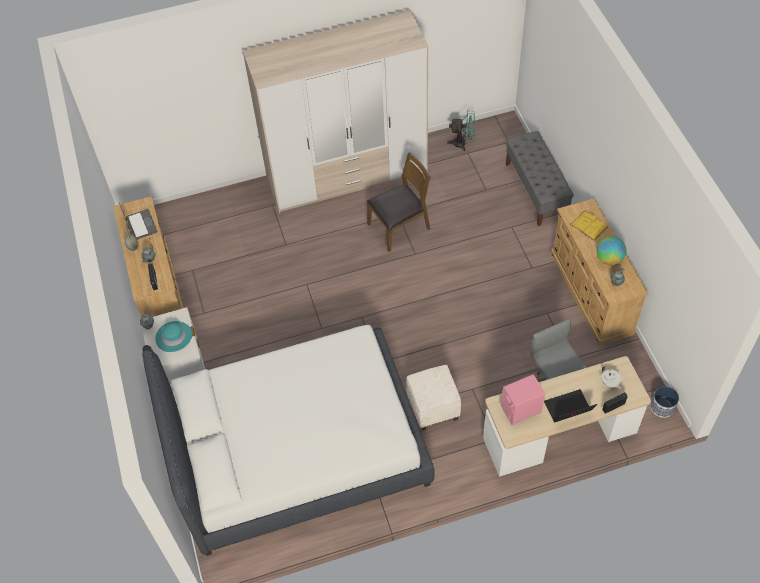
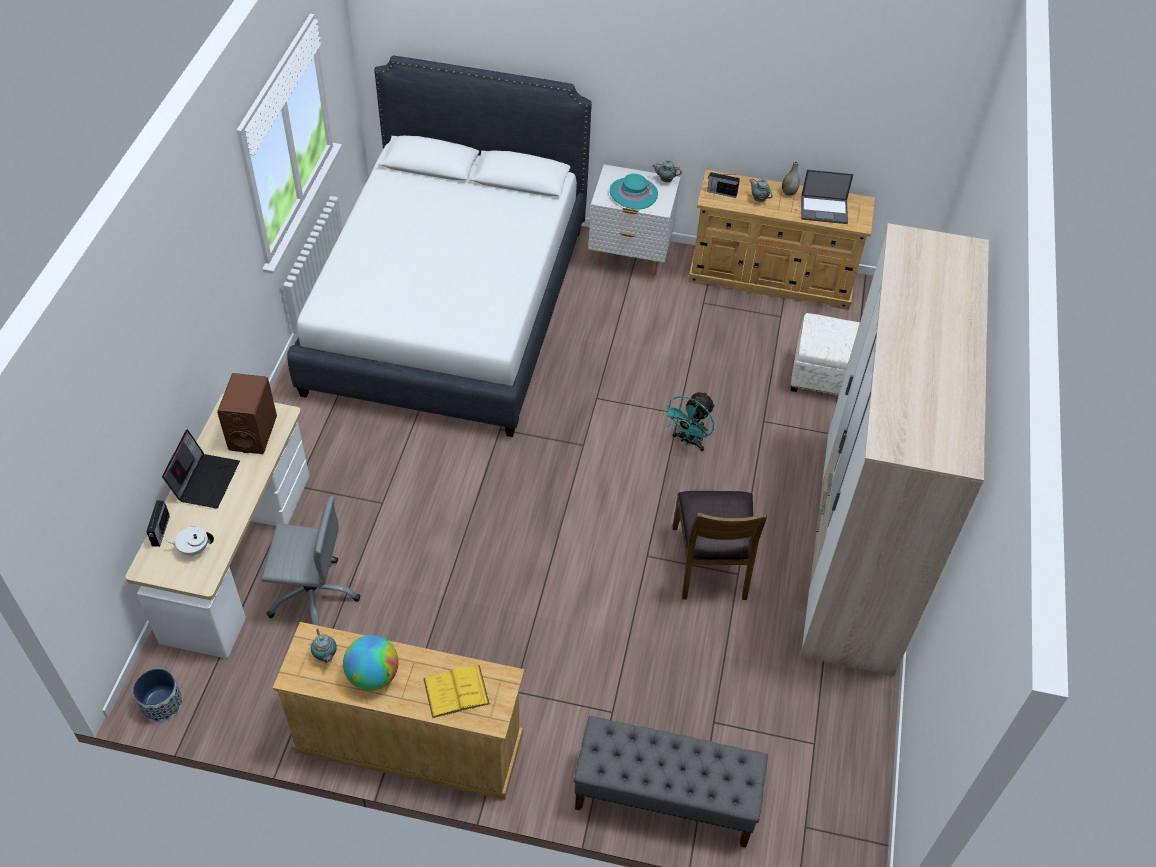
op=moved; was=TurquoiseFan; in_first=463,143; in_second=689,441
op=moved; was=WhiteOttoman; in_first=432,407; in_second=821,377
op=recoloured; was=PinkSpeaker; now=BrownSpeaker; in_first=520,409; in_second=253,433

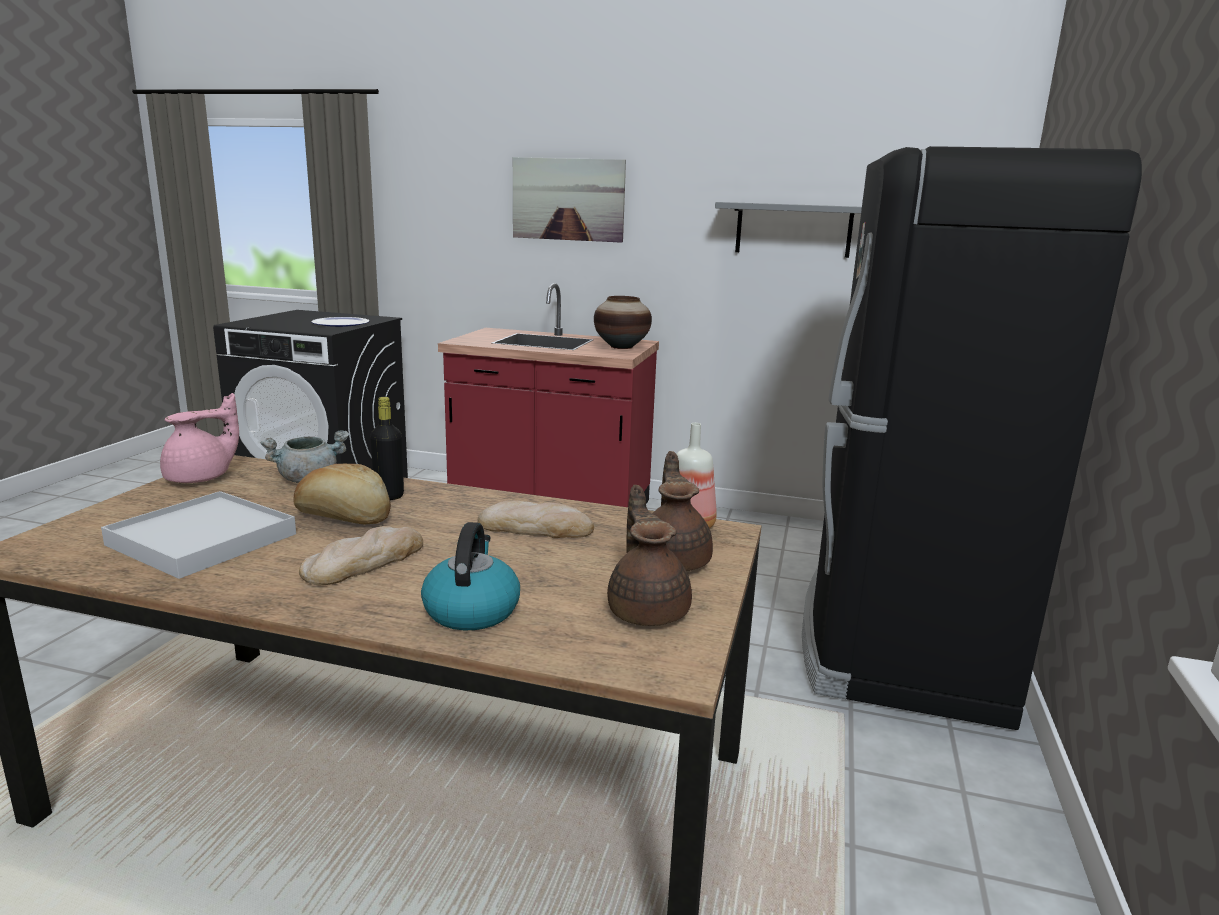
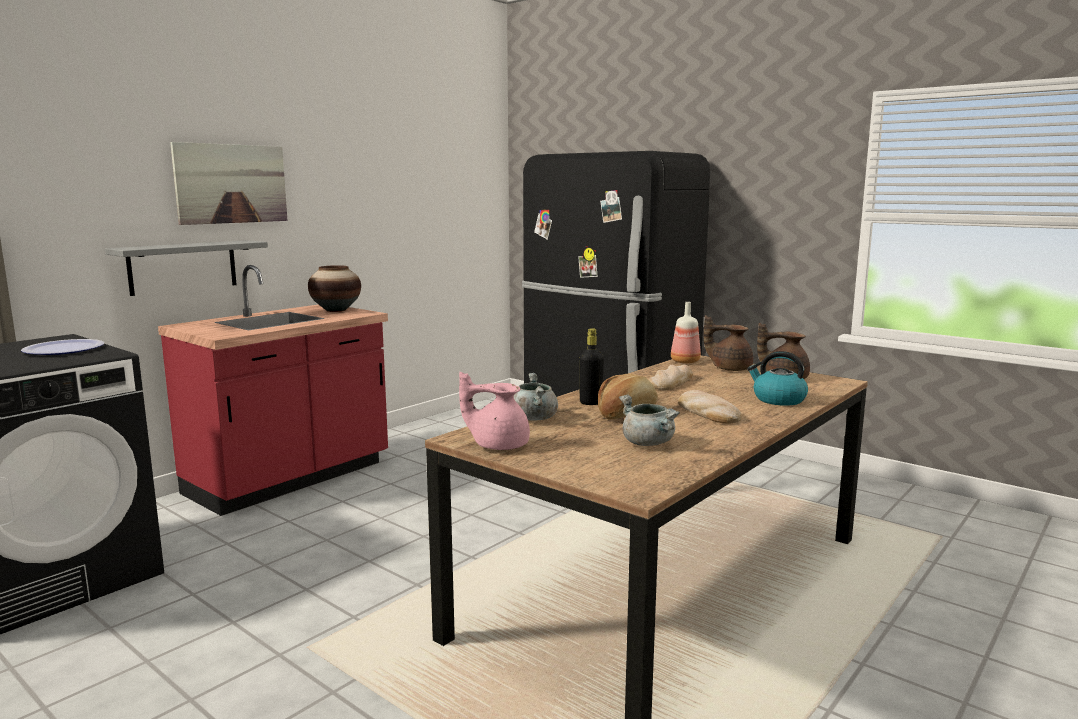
op=moved; was=GreyShelf; in_first=793,230; in_second=183,267
op=turned; was=PinkTeapot; in_first=201,478; in_second=498,445; clockwise=-60
op=replaced; was=WhiteTray; now=GreyCookingPot; in_first=202,540; in_second=648,443

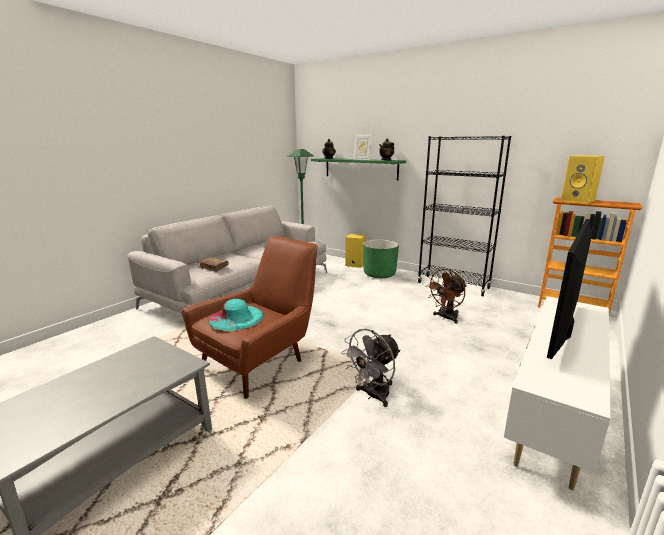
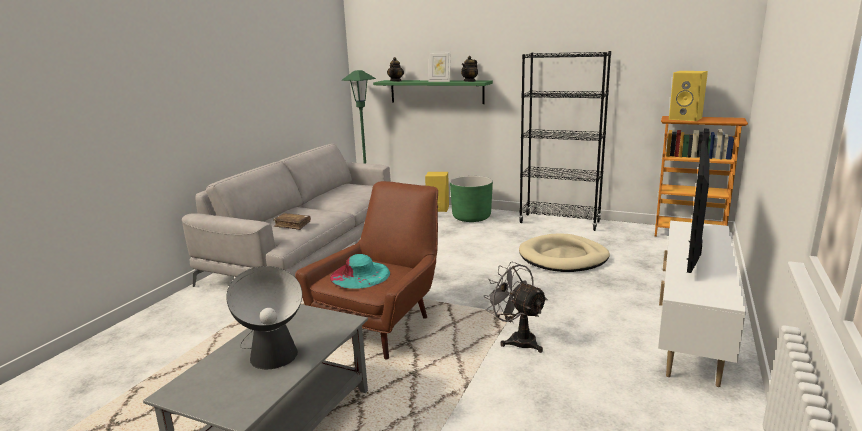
op=replaced; was=BrownFan; now=BeigeDogBed; in_first=446,318; in_second=563,257
op=turned; was=GreyFan; in_first=373,396; in_second=517,339; clockwise=105
op=added; now=TableLamp; in_second=271,351

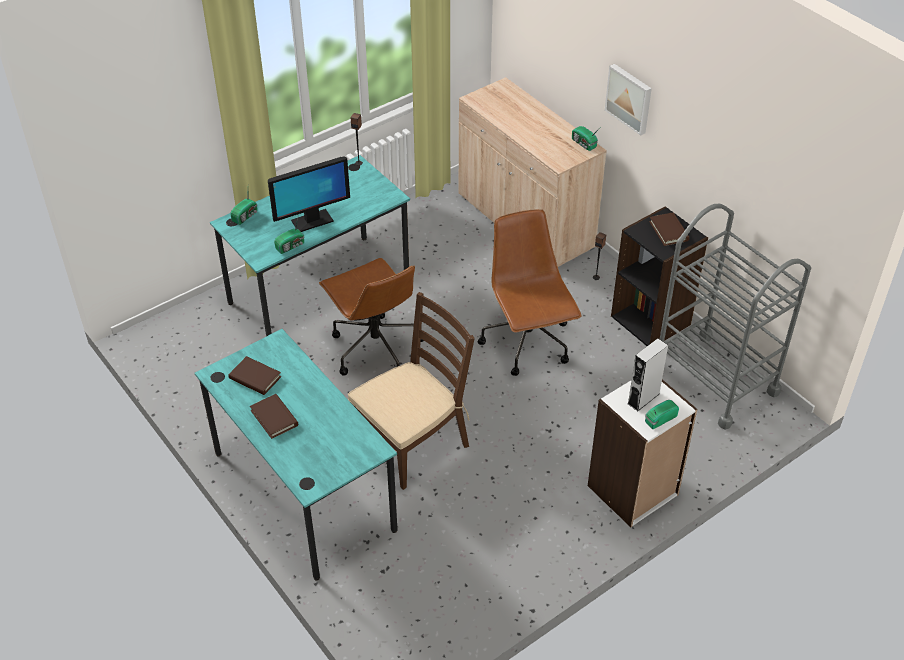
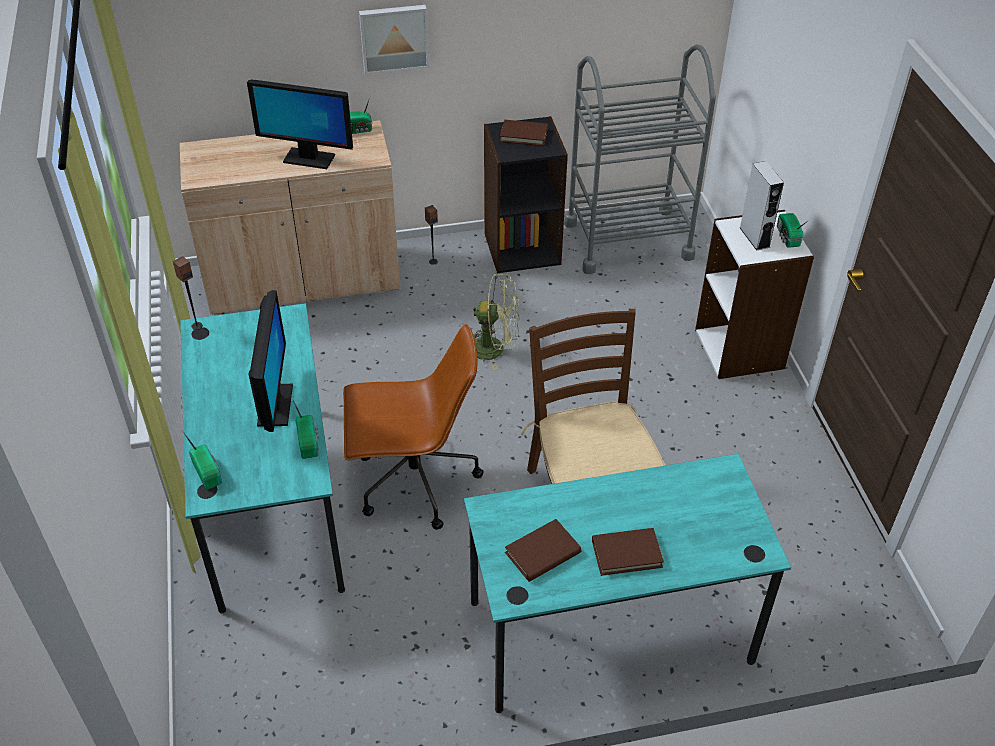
op=replaced; was=BrownOfficeChair; now=GreenFan; in_first=528,344; in_second=495,348
op=added; now=Monitor; in_second=308,159

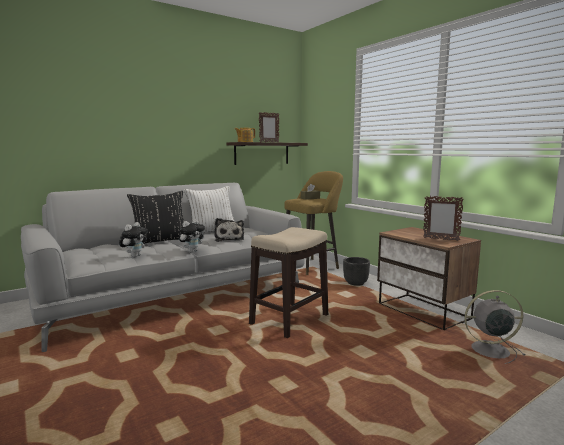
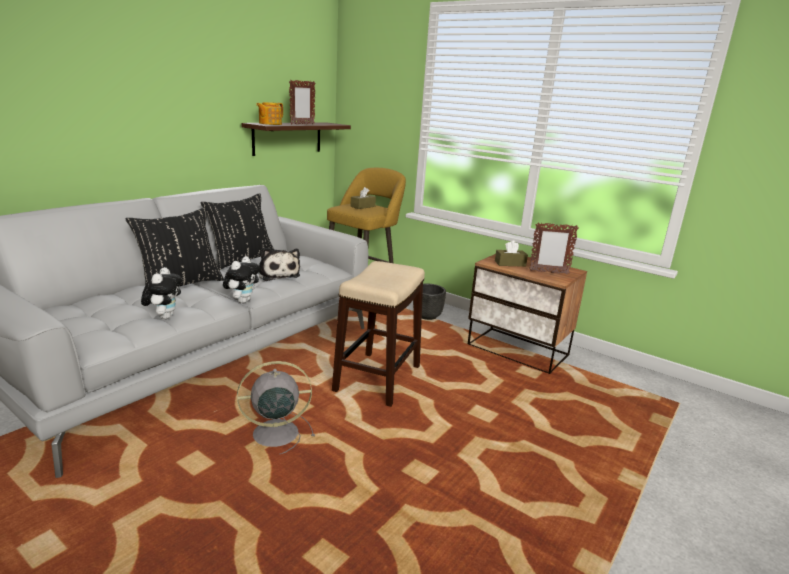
op=recoloured; was=WhitePillow; now=BlackPillow; in_first=212,231; in_second=241,260
op=moved; was=GreyFan; in_first=488,350; in_second=273,434
op=added; now=BrownTissueBox; in_second=510,263

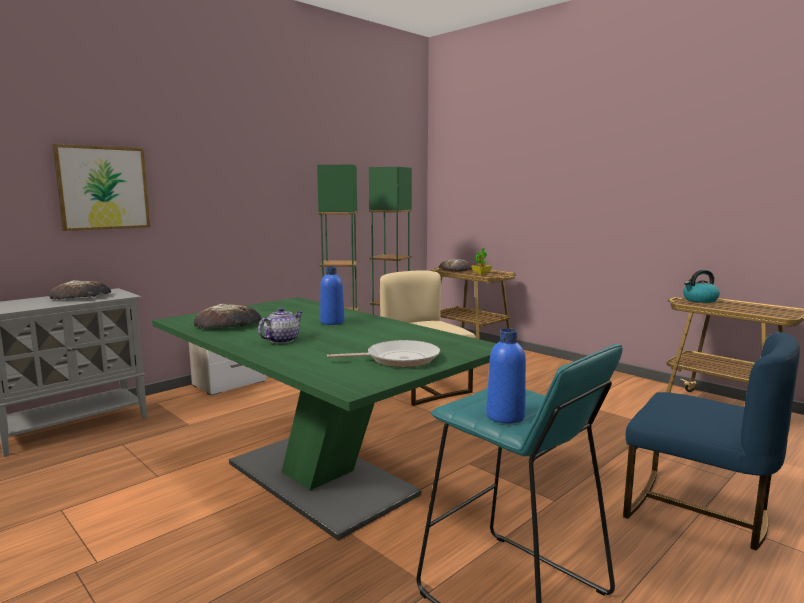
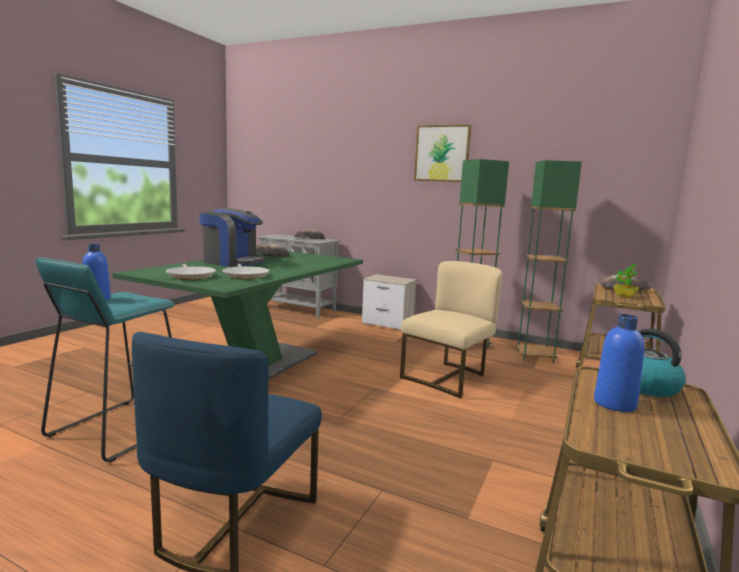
op=moved; was=Picture; in_first=103,188; in_second=442,153
op=moved; was=BlueBottle; in_first=332,322; in_second=614,404
op=replaced; was=Teapot; now=CoffeeMachine; in_first=281,340; in_second=232,262
op=added; now=FryingPan; in_second=245,275

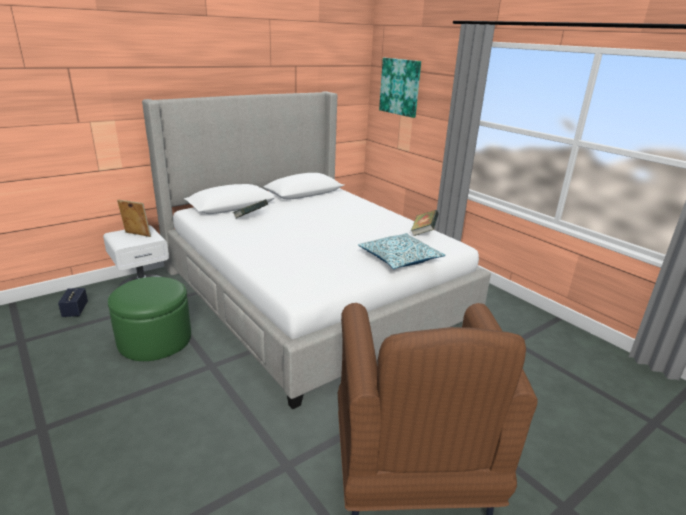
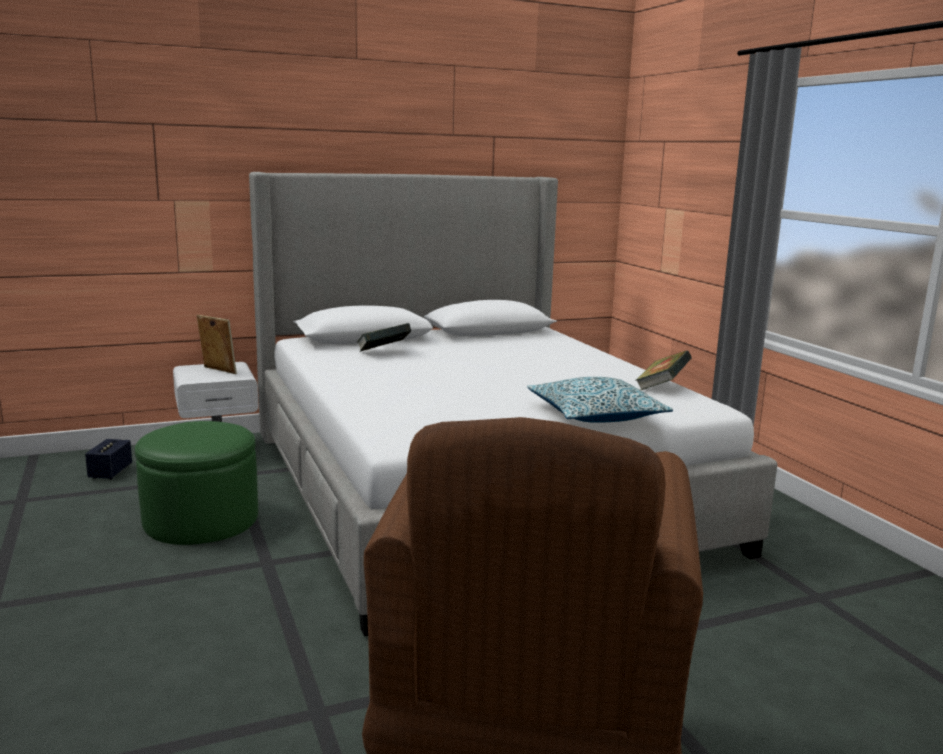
op=removed; was=Picture; in_first=400,87

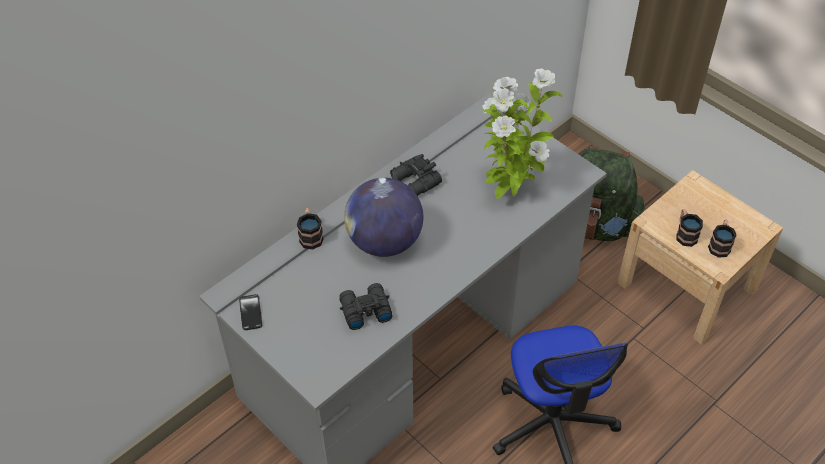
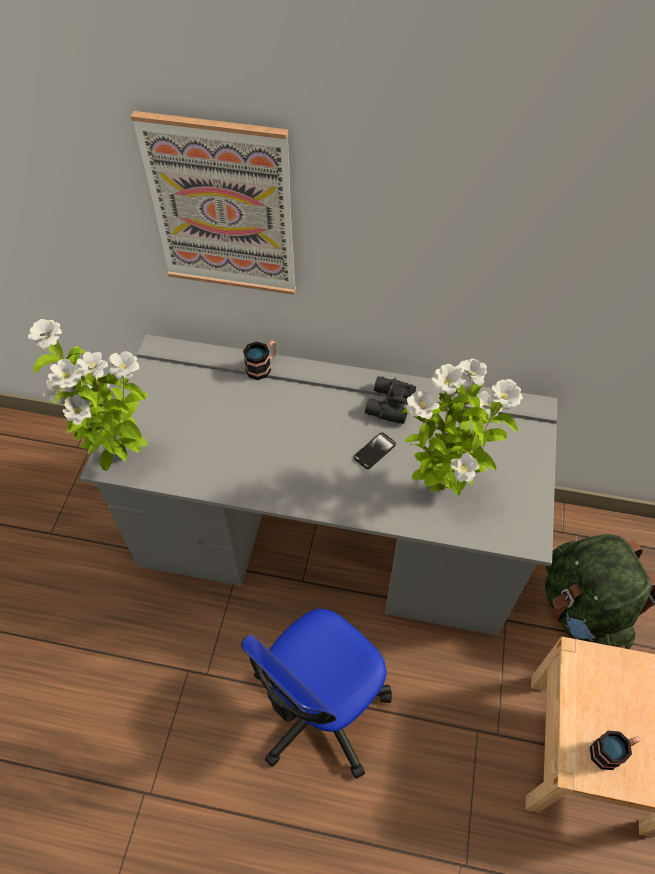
op=removed; was=Globe; in_first=384,242
op=removed; was=Mug; in_first=685,234
op=removed; was=BlackBinoculars; in_first=364,310
op=moved; was=Phone; in_first=250,313; in_second=374,451
op=added; now=Picture; in_second=222,208
op=added; now=PottedPlant; in_second=119,456

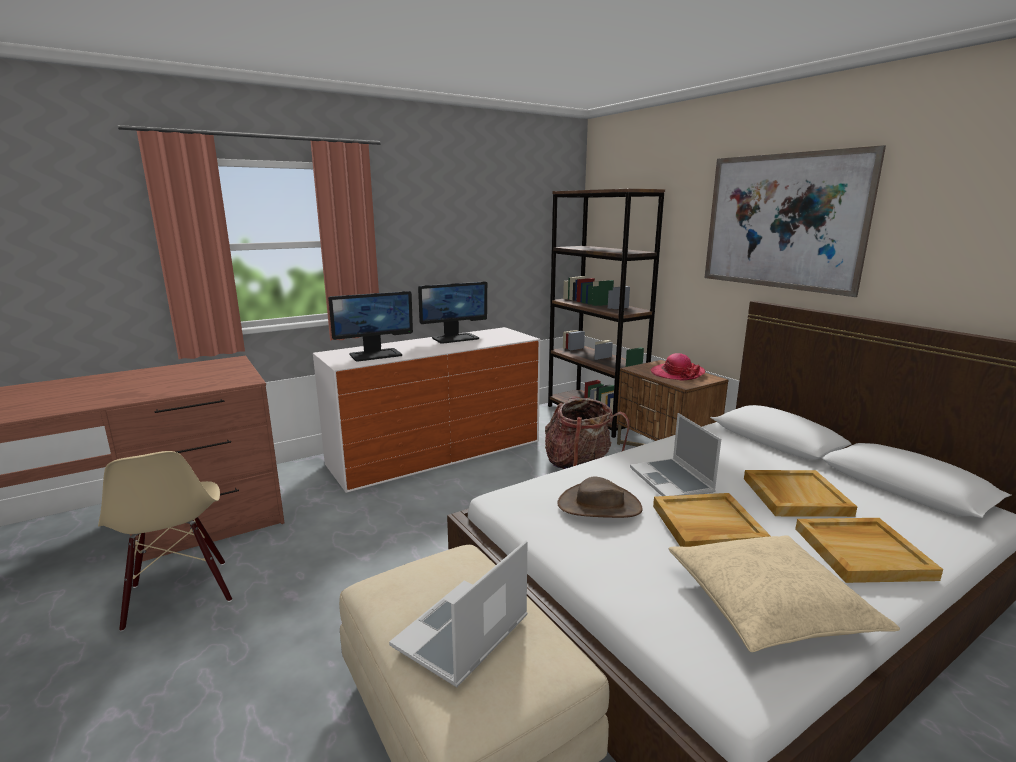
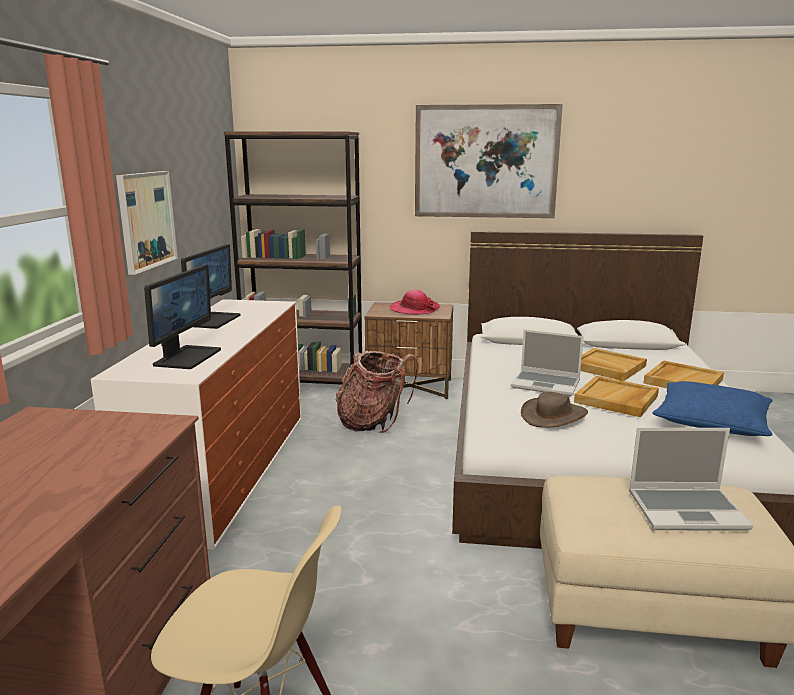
op=recoloured; was=BeigePillow; now=BluePillow; in_first=768,605; in_second=711,421
op=turned; was=Laptop; in_first=461,634; in_second=687,510; clockwise=-75
op=added; now=Picture; in_second=146,220

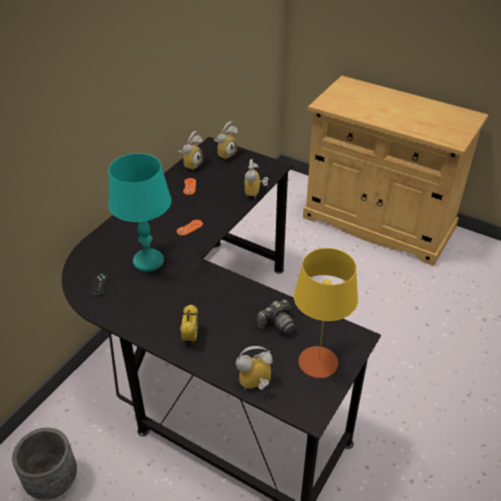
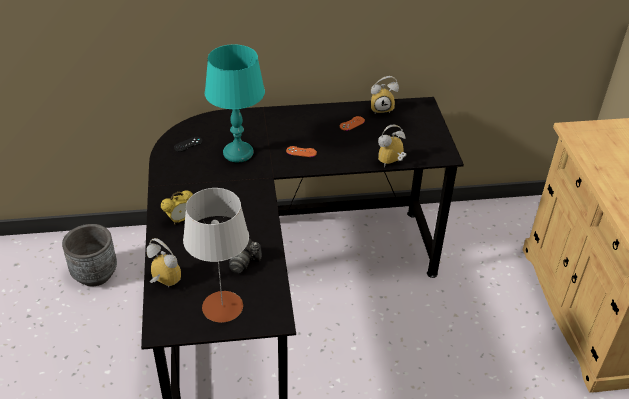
op=removed; was=AlarmClock; in_first=225,154
op=recoloured; was=YellowTableLamp; now=GreyTableLamp; in_first=318,362; in_second=222,307

